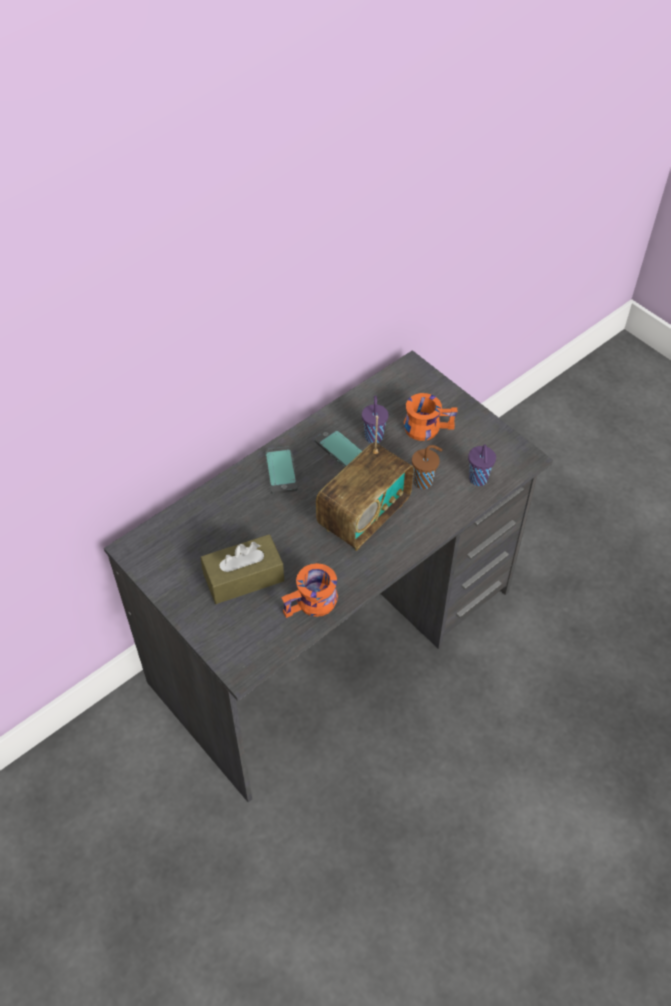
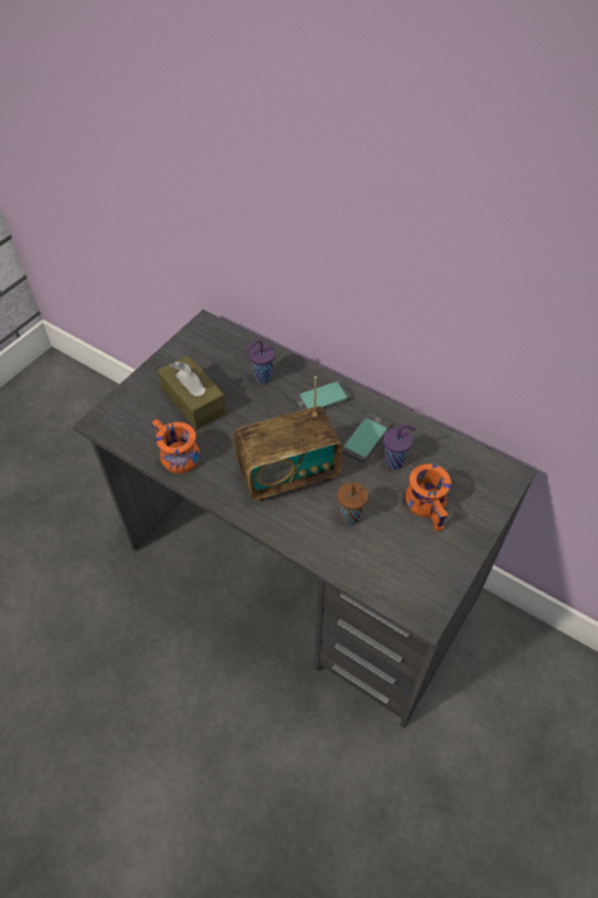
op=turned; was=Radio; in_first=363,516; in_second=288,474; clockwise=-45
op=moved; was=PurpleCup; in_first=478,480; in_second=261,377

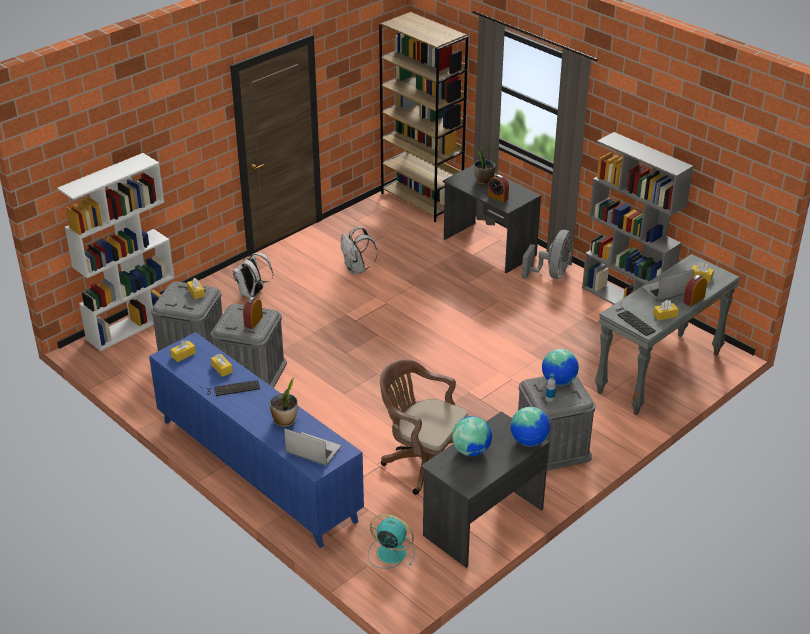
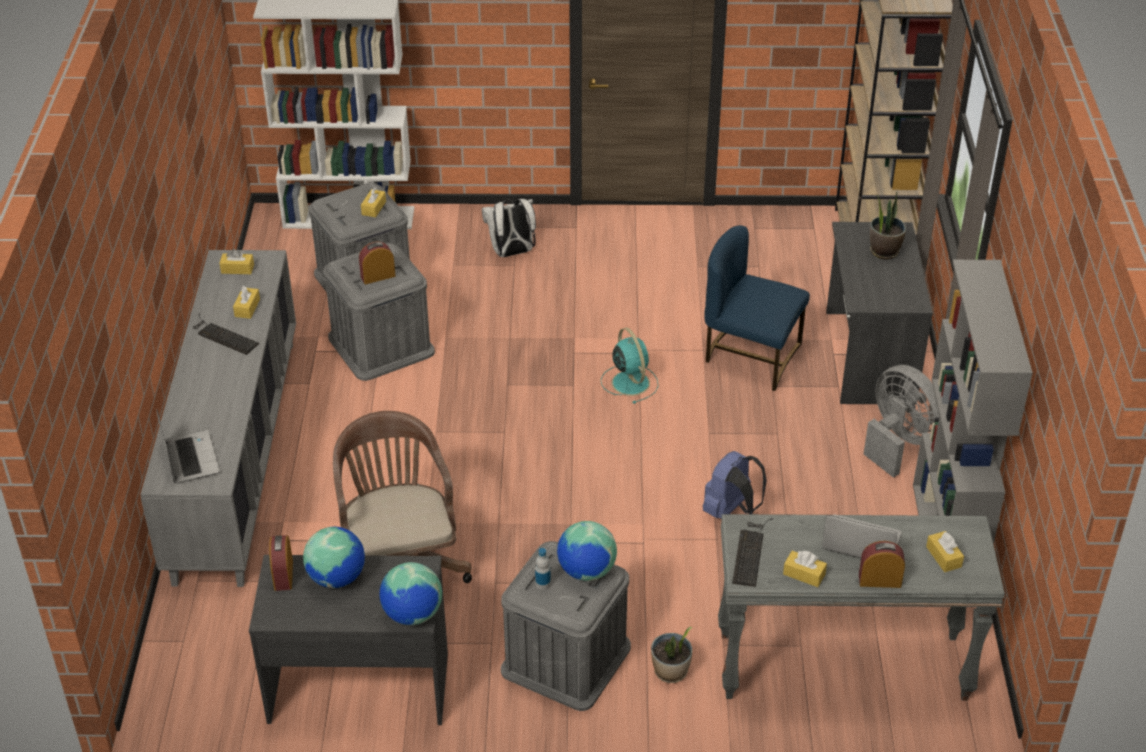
op=moved; was=AlarmClock; in_first=498,197; in_second=283,575
op=removed; was=WhiteBackpack; in_first=357,269
op=turned; was=GreyFan; in_first=552,274; in_second=899,442; clockwise=-105
op=recoloured; was=BlueCabinet; now=GreyCabinet; in_first=257,470; in_second=235,457
op=moved; was=PottedPlant; in_first=285,420; in_second=670,672
op=moved; was=TurquoiseFan; in_first=390,552; in_second=629,382
op=added; now=BlueChair; in_second=751,356
op=added; now=BlueBackpack; in_second=731,512

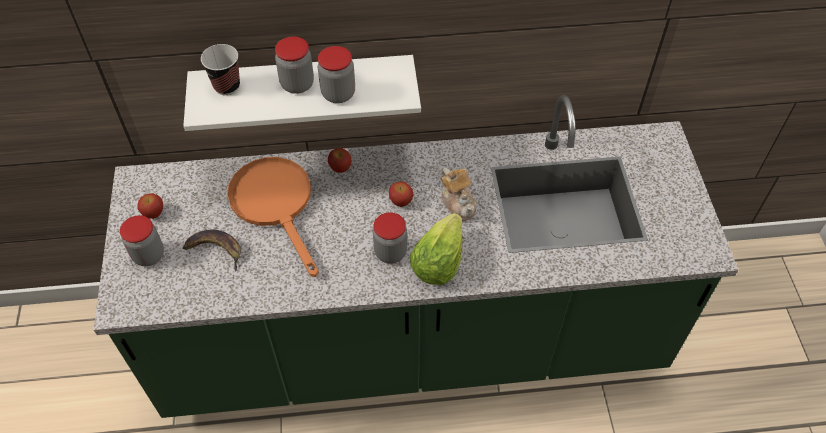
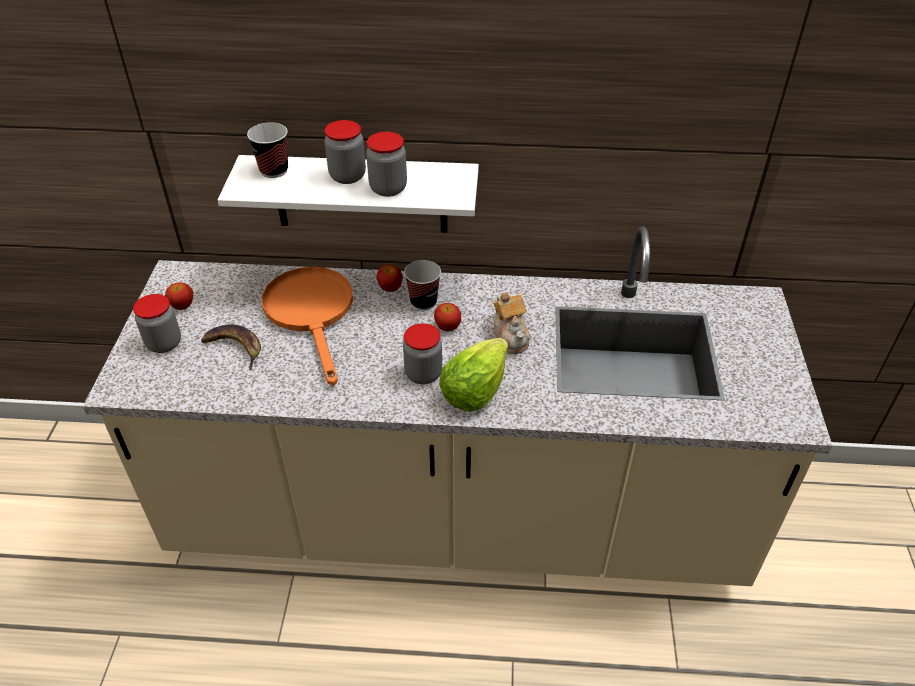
op=recoloured; was=GreenCounter; now=BeigeCounter; in_first=413,342; in_second=457,518
op=added; now=Cup; in_second=423,302

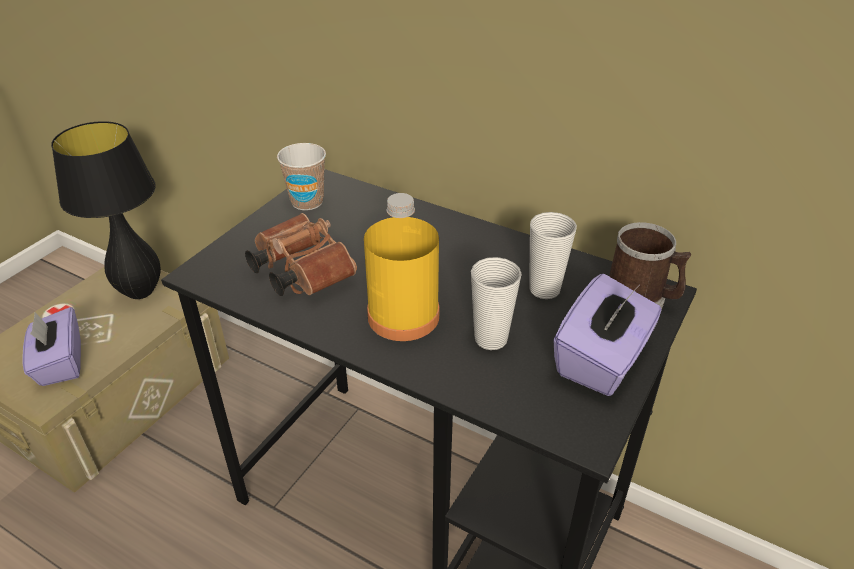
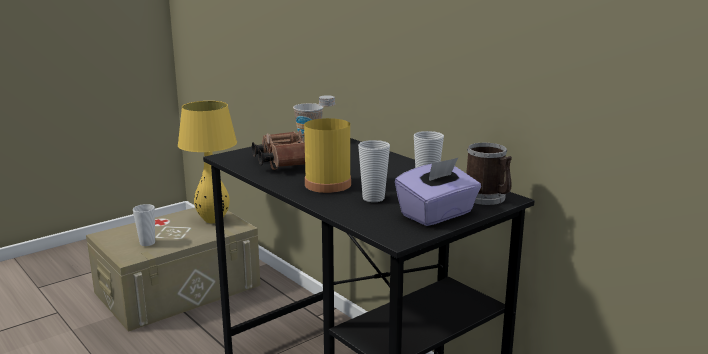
op=recoloured; was=BlackTableLamp; now=YellowTableLamp; in_first=141,292; in_second=213,220
op=replaced; was=PurpleTissueBox; now=Cup; in_first=60,363; in_second=147,243

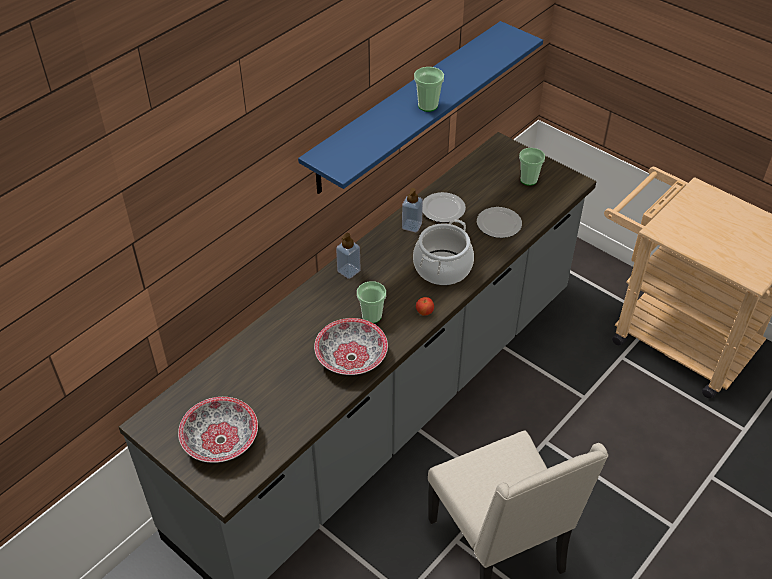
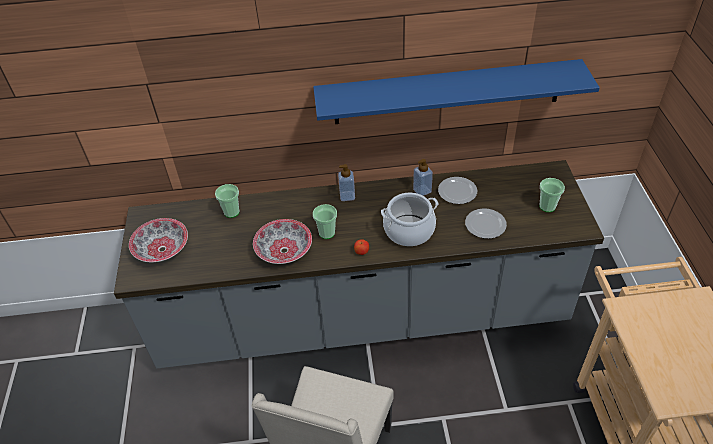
op=moved; was=Cup; in_first=427,105; in_second=231,212

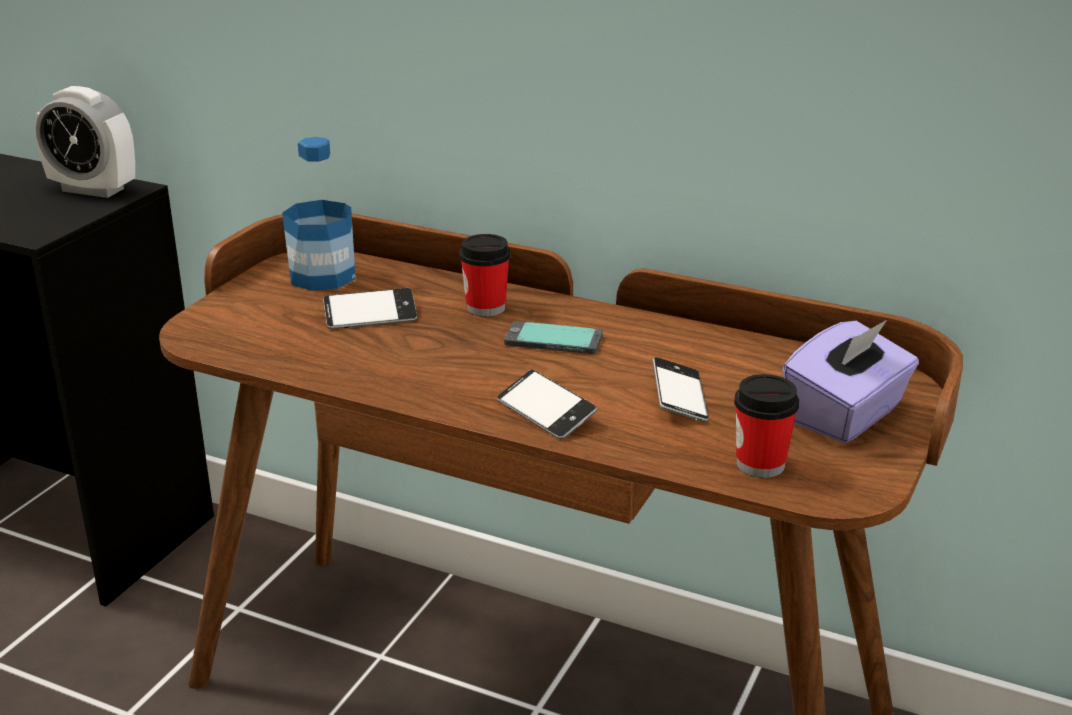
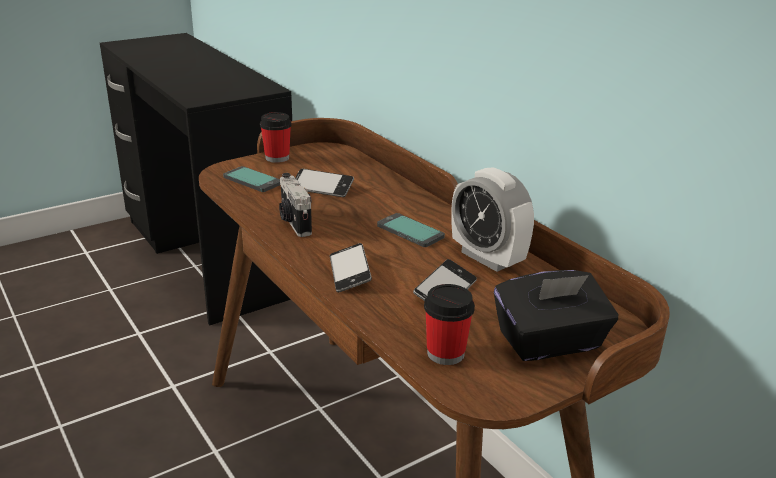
op=moved; was=AlarmClock; in_first=93,190; in_second=487,258
op=removed; was=Bottle; in_first=322,276
op=moved; was=Cup; in_first=486,307; in_second=277,158
op=recoloured; was=PurpleTissueBox; now=BlackTissueBox; in_first=846,415; in_second=550,342
op=added; now=Phone; in_second=252,180
op=added; now=PhotoCamera; in_second=294,222

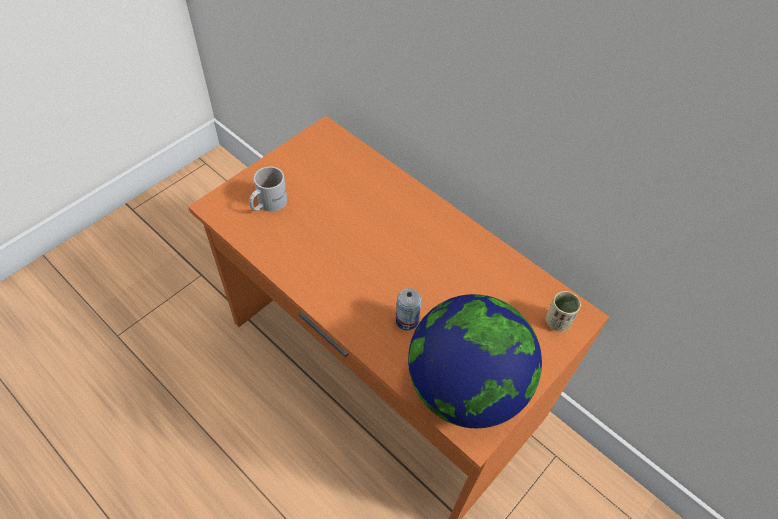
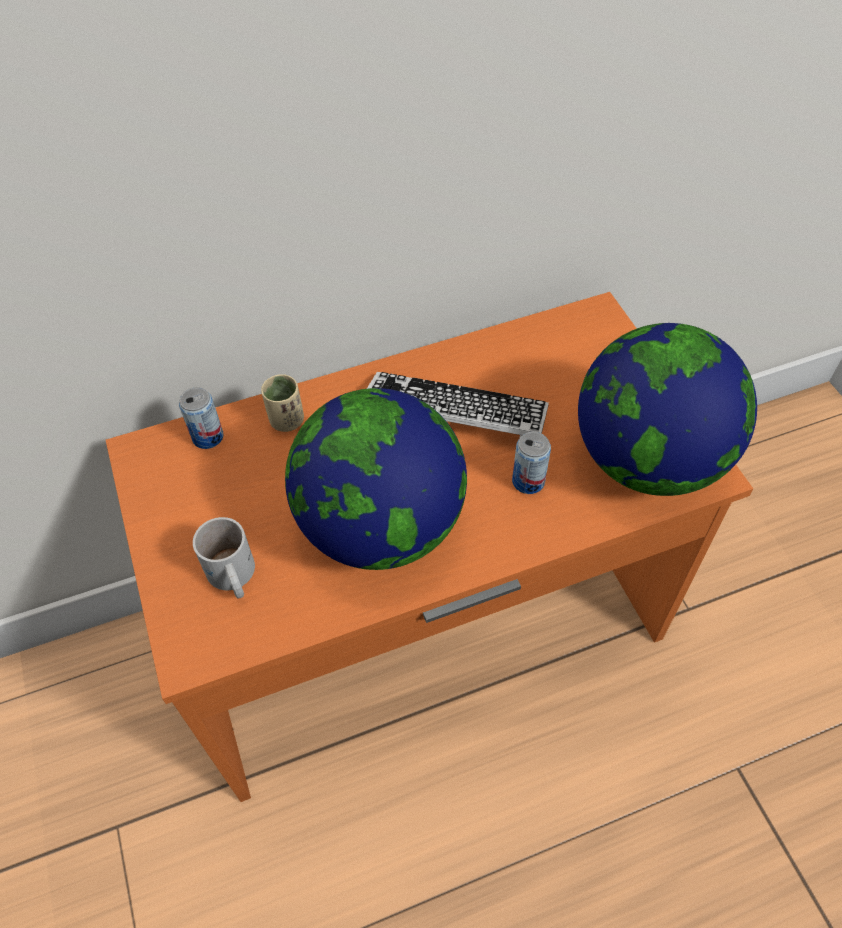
op=moved; was=BeigeCup; in_first=557,321; in_second=286,420
op=added; now=Keyboard; in_second=454,414
op=added; now=Can; in_second=208,437
op=added; now=Globe; in_second=381,525

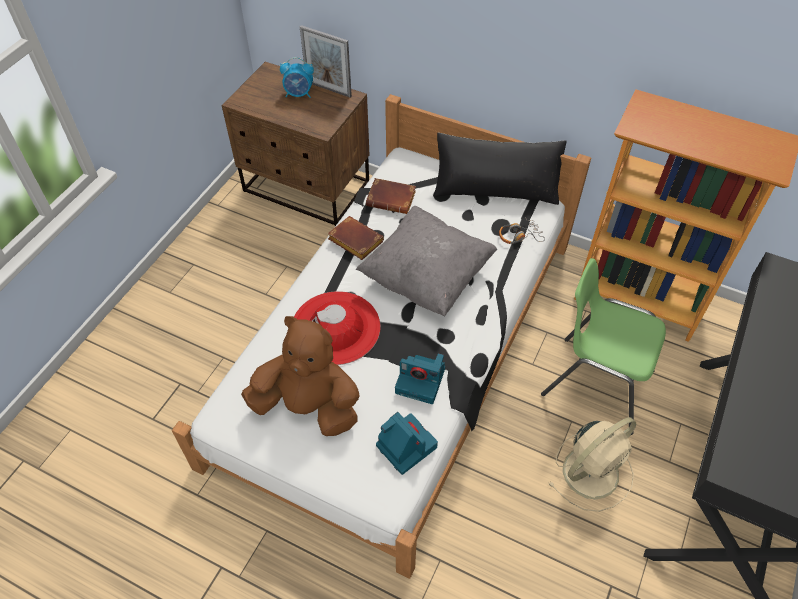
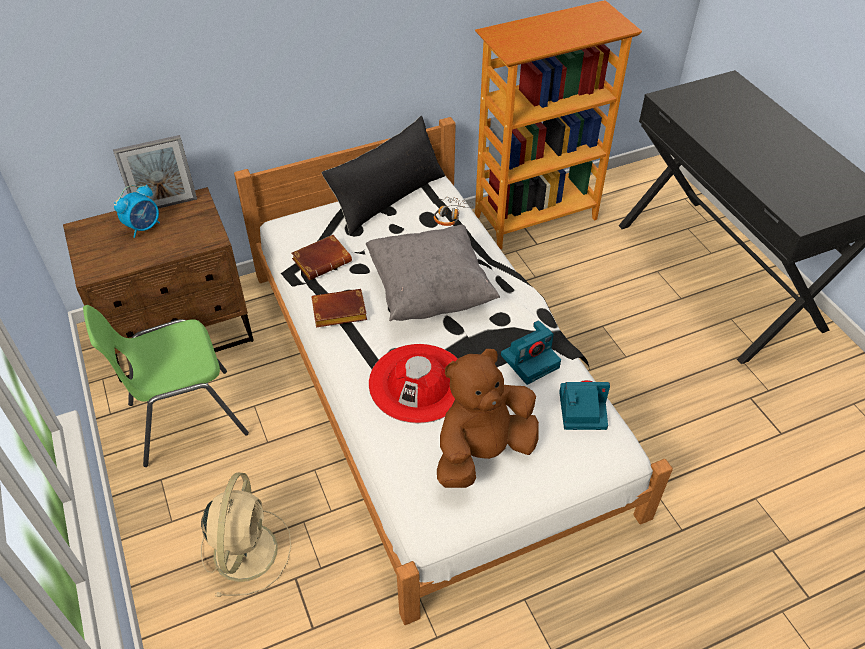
op=moved; was=GreenChair; in_first=596,382; in_second=186,418
op=moved; was=BeigeFan; in_first=592,471; in_second=246,549

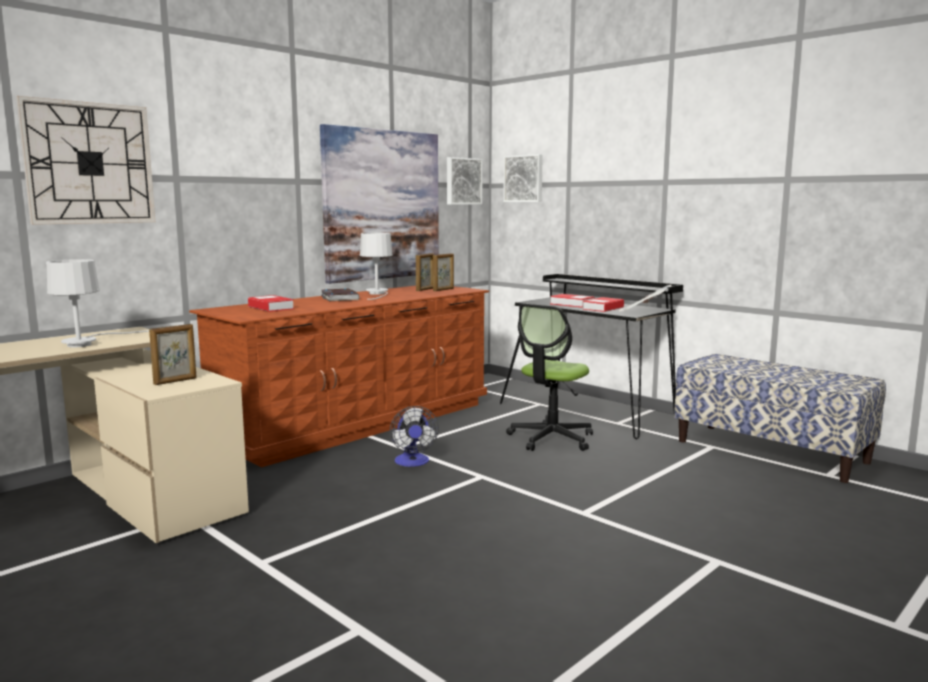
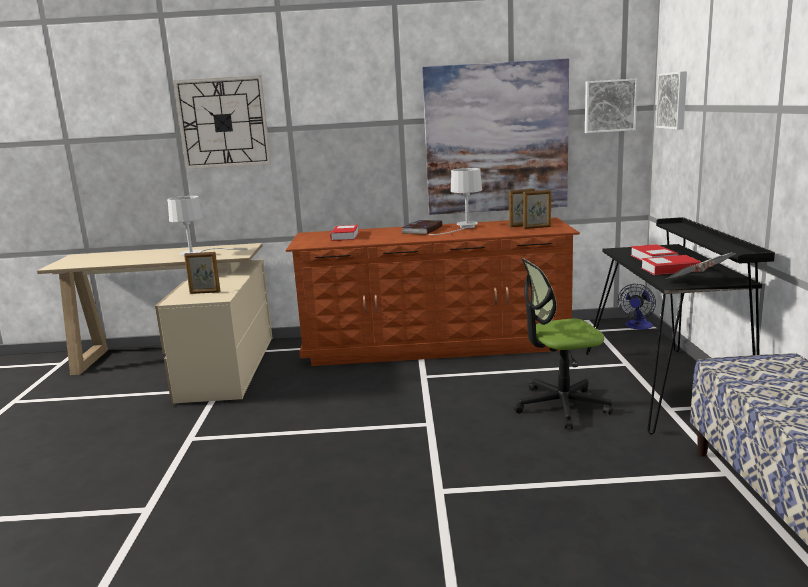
op=moved; was=Fan; in_first=412,462; in_second=637,326

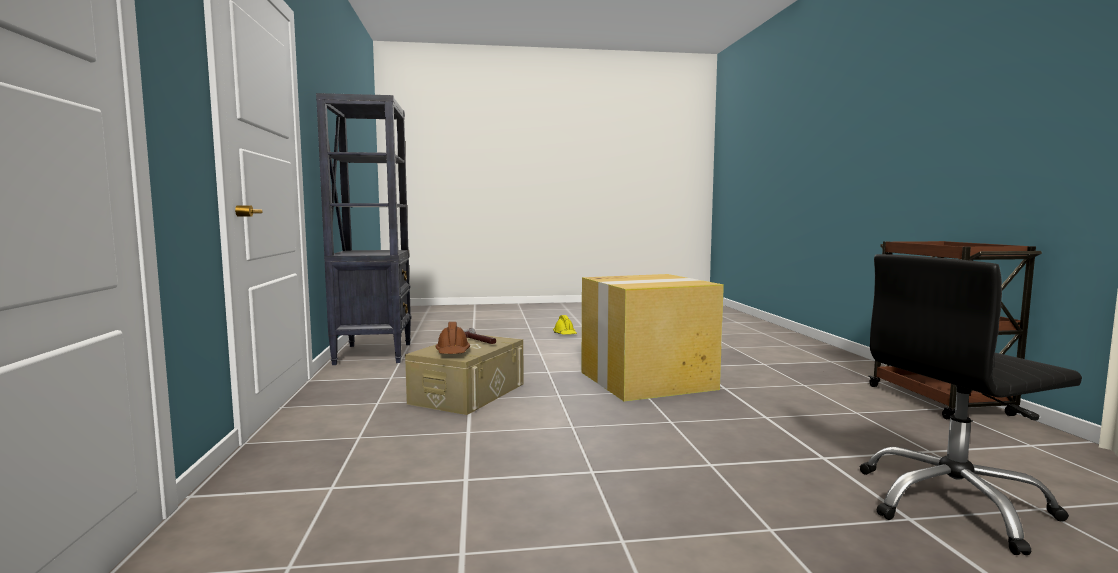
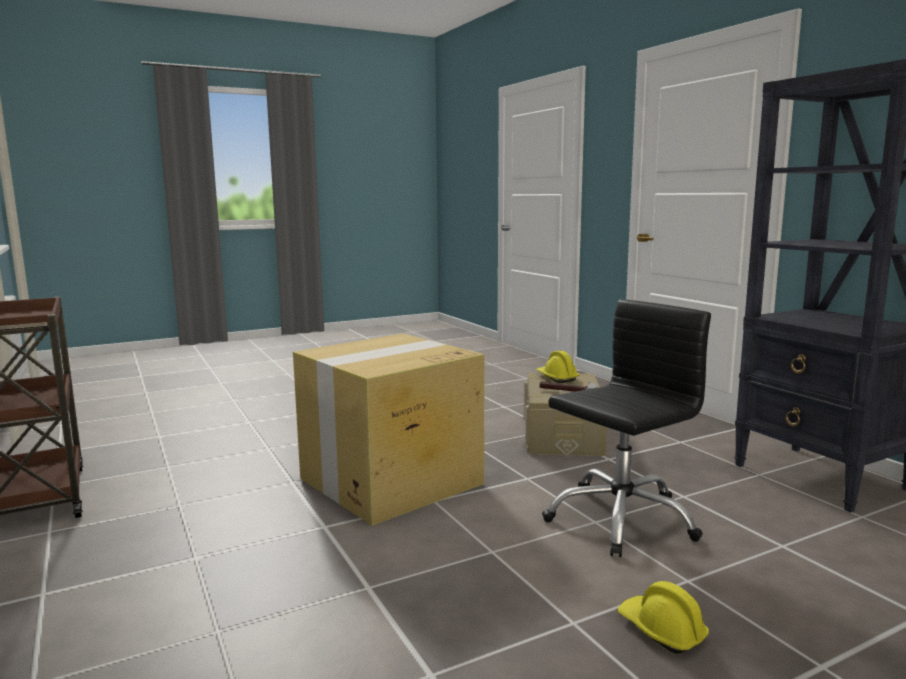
op=moved; was=BlackOfficeChair; in_first=953,504; in_second=620,518
op=recoloured; was=BrownHardHat; now=YellowHardHat; in_first=453,353; in_second=556,377

